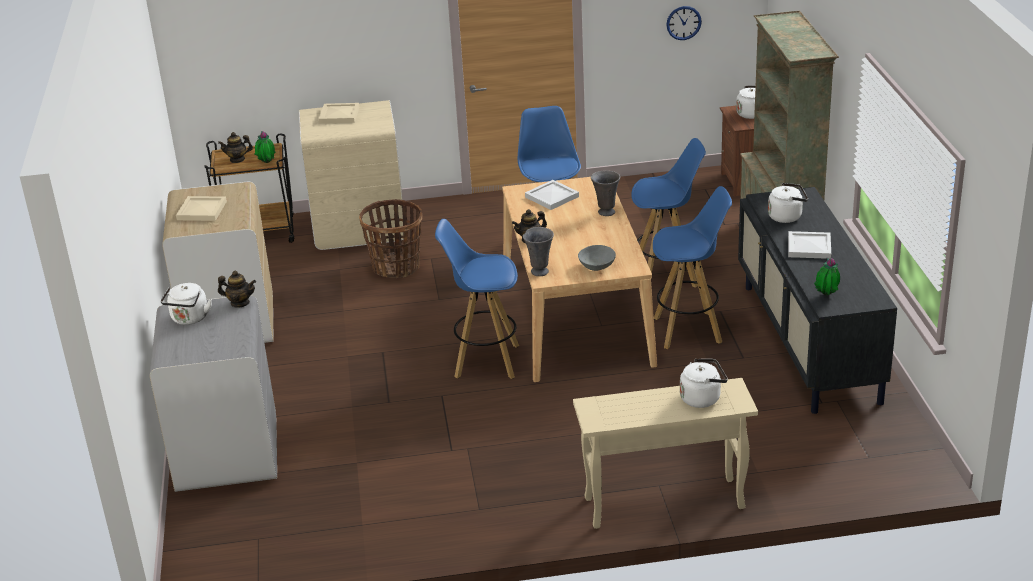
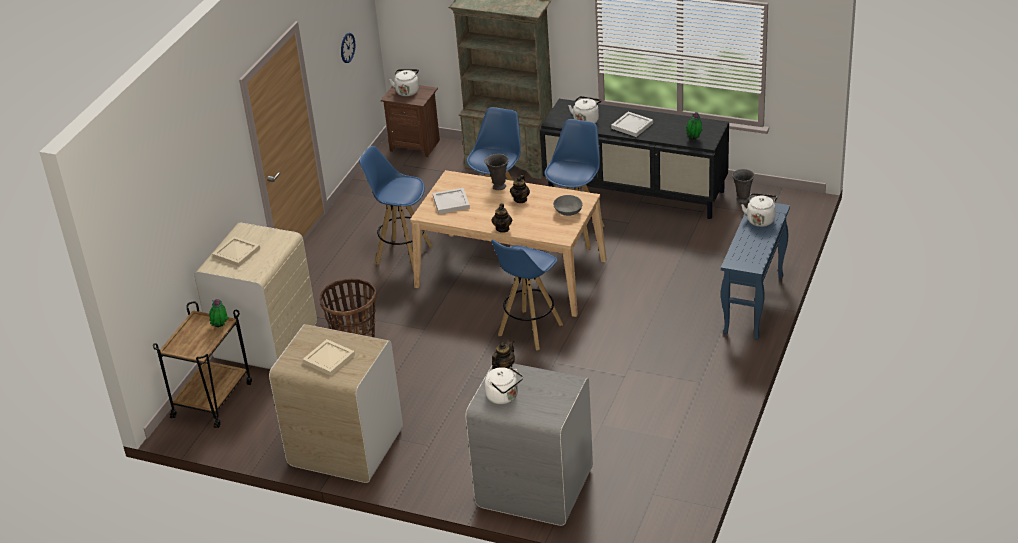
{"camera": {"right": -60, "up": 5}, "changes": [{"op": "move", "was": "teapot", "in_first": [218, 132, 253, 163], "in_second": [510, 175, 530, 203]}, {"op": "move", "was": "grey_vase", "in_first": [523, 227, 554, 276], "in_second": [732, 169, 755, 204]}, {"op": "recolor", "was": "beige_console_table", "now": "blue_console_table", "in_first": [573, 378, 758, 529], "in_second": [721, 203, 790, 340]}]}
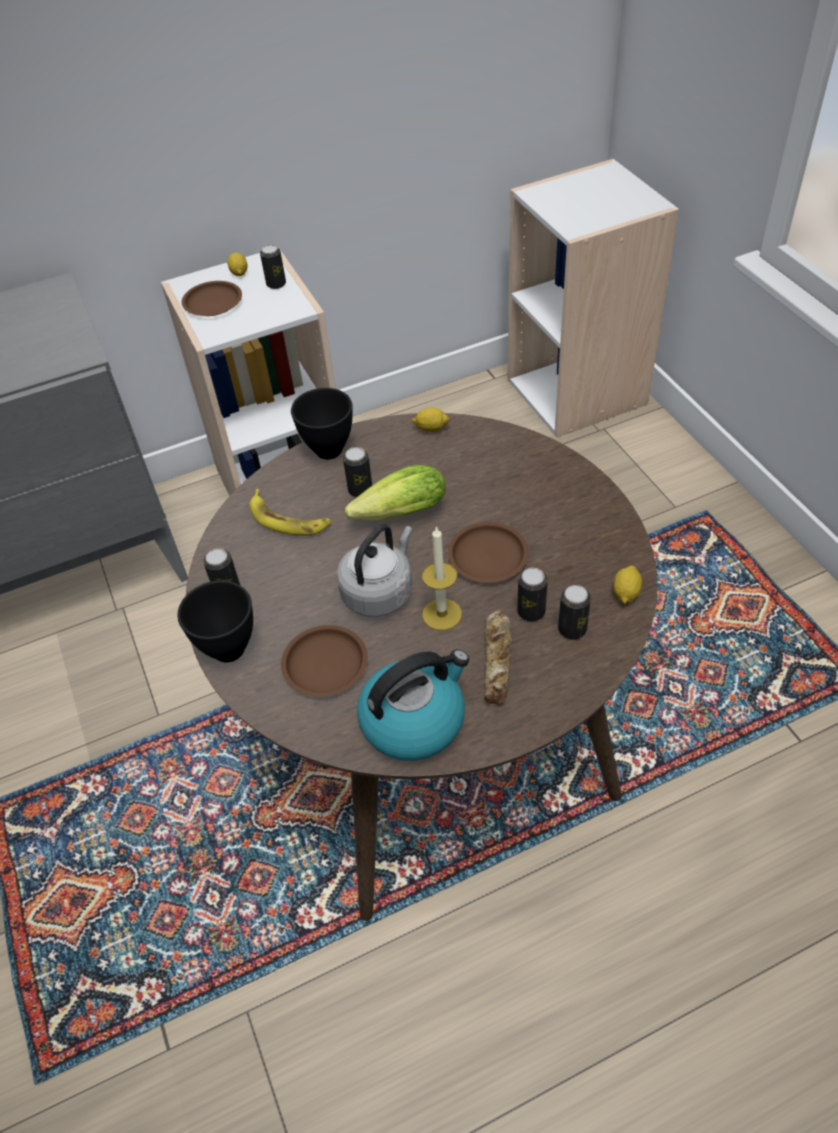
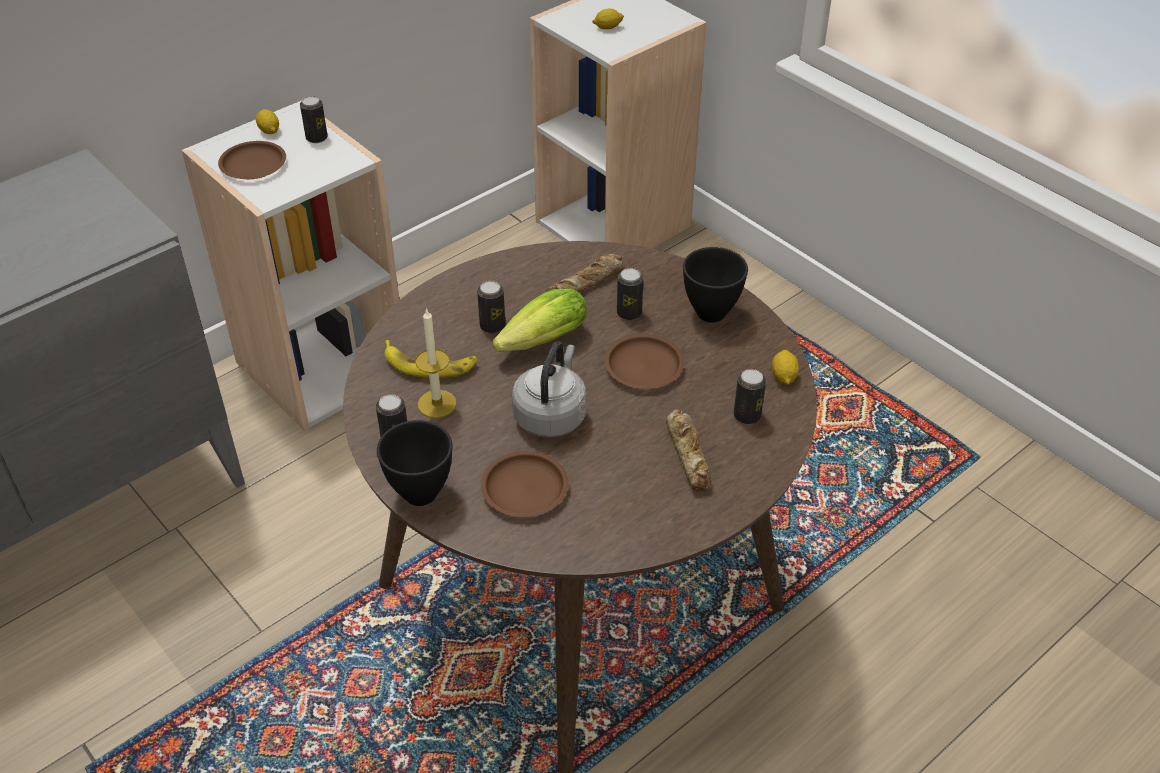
{"camera": {"right": -20, "up": -5}, "changes": [{"op": "delete", "was": "kettle", "in_first": [357, 650, 469, 761]}, {"op": "insert", "now": "bread", "in_second": [546, 254, 622, 292]}, {"op": "move", "was": "black_bowl", "in_first": [291, 388, 353, 460], "in_second": [683, 247, 748, 323]}, {"op": "move", "was": "lemon", "in_first": [411, 408, 450, 432], "in_second": [592, 9, 624, 29]}, {"op": "move", "was": "candle", "in_first": [422, 526, 462, 630], "in_second": [415, 308, 457, 418]}, {"op": "move", "was": "can", "in_first": [517, 568, 548, 622], "in_second": [617, 268, 644, 320]}]}
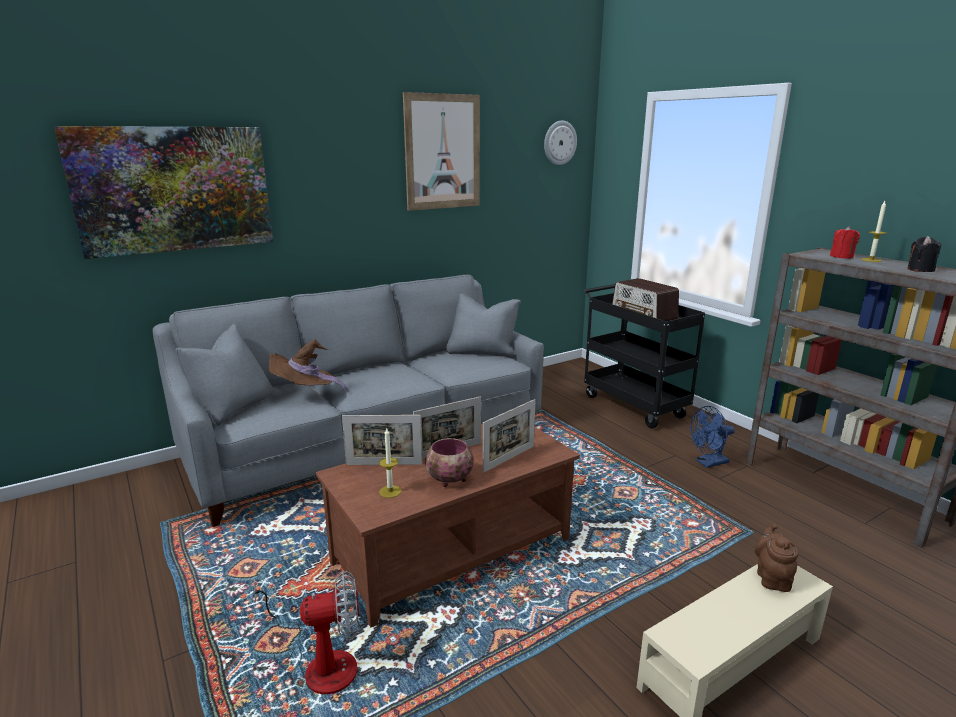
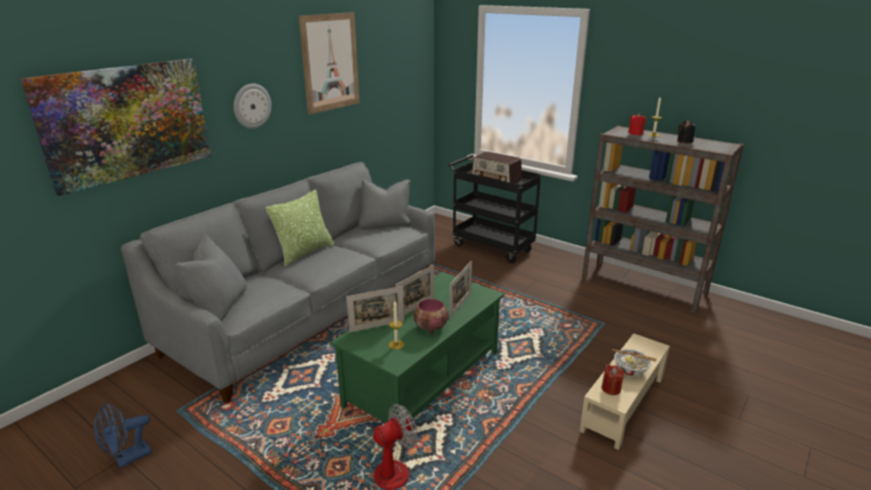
{"camera": {"right": -20, "up": 5}, "changes": [{"op": "delete", "was": "brown_hat", "in_first": [269, 339, 349, 392]}, {"op": "delete", "was": "brown_teapot", "in_first": [755, 524, 798, 592]}, {"op": "insert", "now": "pillow", "in_second": [265, 190, 334, 266]}, {"op": "insert", "now": "red_candle", "in_second": [602, 364, 624, 395]}, {"op": "insert", "now": "bowl", "in_second": [612, 349, 657, 376]}, {"op": "move", "was": "wall_clock", "in_first": [544, 121, 577, 165], "in_second": [234, 84, 271, 129]}, {"op": "move", "was": "blue_fan", "in_first": [690, 406, 735, 468], "in_second": [94, 403, 152, 468]}, {"op": "recolor", "was": "brown_coffee_table", "now": "green_coffee_table", "in_first": [316, 424, 580, 627], "in_second": [330, 272, 504, 440]}]}
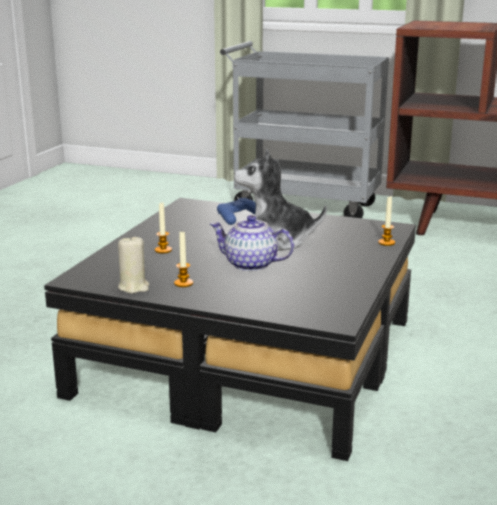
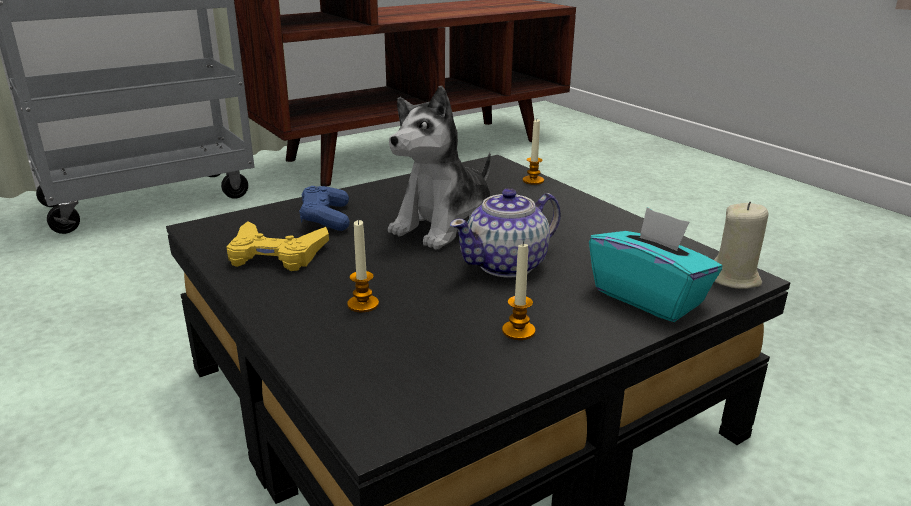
{"camera": {"right": -55, "up": 5}, "changes": [{"op": "insert", "now": "yellow_game_controller", "in_second": [227, 221, 329, 271]}, {"op": "insert", "now": "turquoise_tissue_box", "in_second": [589, 207, 722, 322]}, {"op": "move", "was": "beige_candle", "in_first": [118, 235, 149, 294], "in_second": [714, 202, 768, 289]}]}
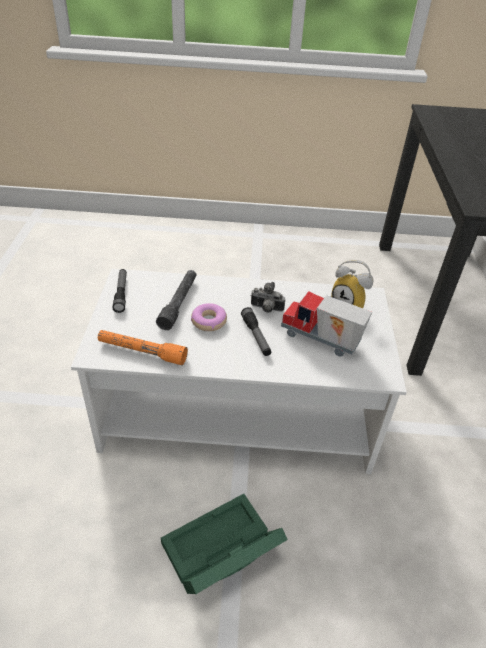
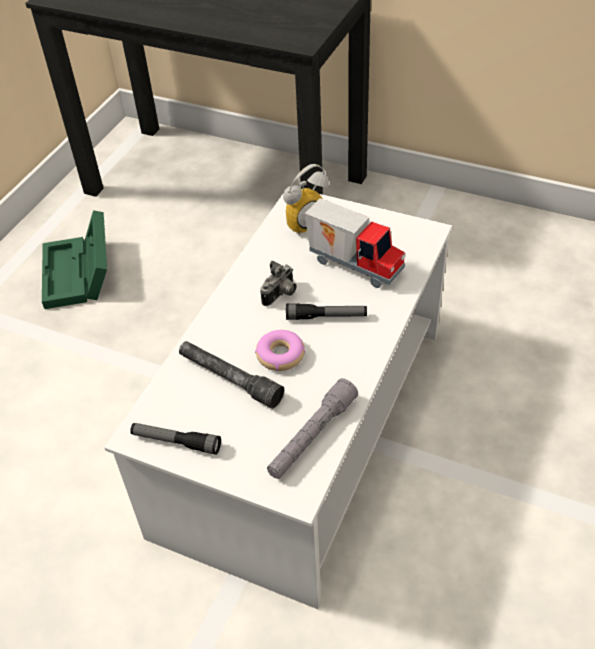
{"camera": {"right": -65, "up": 5}, "changes": [{"op": "move", "was": "green_storage_box", "in_first": [161, 494, 288, 594], "in_second": [42, 210, 107, 309]}, {"op": "recolor", "was": "orange_flashlight", "now": "grey_flashlight", "in_first": [98, 330, 188, 365], "in_second": [267, 378, 358, 479]}, {"op": "rotate", "was": "toy_truck", "in_first": [281, 291, 372, 357], "in_second": [304, 198, 405, 288], "clockwise": -105}]}
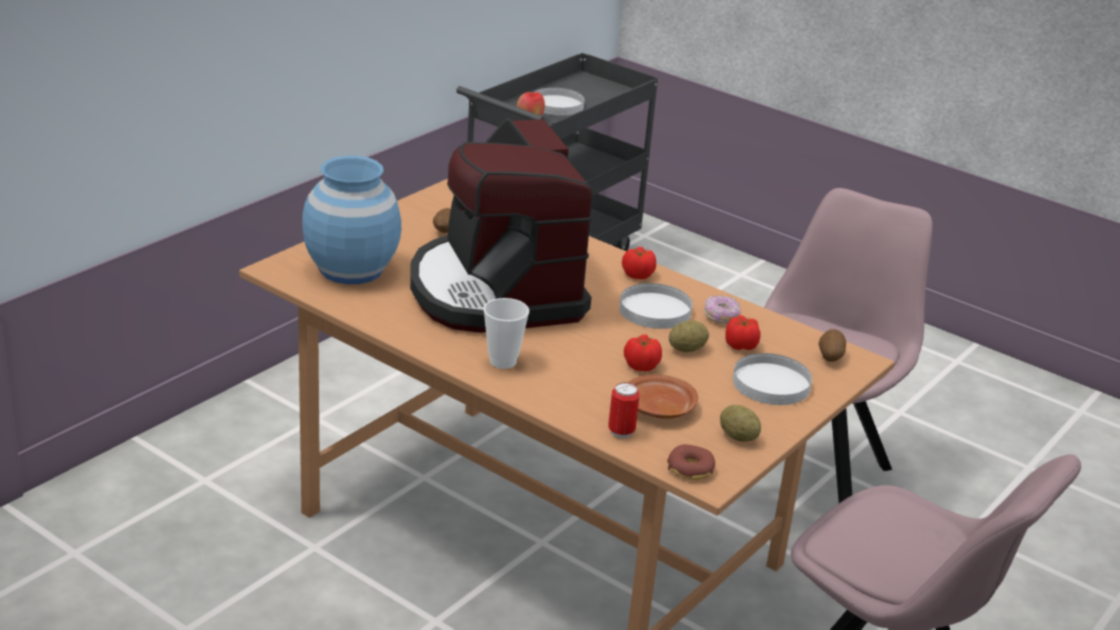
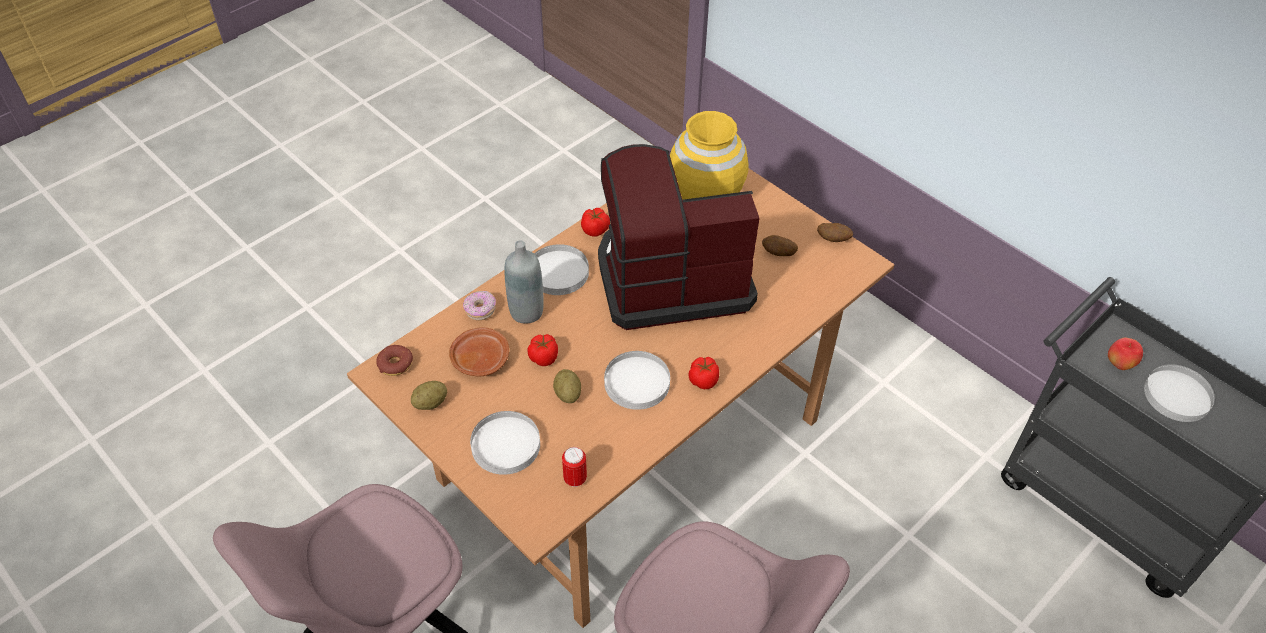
{"camera": {"right": 100, "up": 20}, "changes": [{"op": "insert", "now": "grey_bottle", "in_second": [504, 240, 544, 324]}, {"op": "move", "was": "can", "in_first": [608, 383, 640, 438], "in_second": [562, 447, 587, 487]}, {"op": "move", "was": "donut", "in_first": [704, 296, 741, 324], "in_second": [463, 291, 496, 321]}, {"op": "move", "was": "tomato", "in_first": [725, 315, 761, 350], "in_second": [581, 208, 610, 237]}, {"op": "move", "was": "potato", "in_first": [818, 329, 846, 362], "in_second": [817, 223, 853, 242]}, {"op": "replace", "was": "cup", "now": "white_plate", "in_first": [483, 298, 529, 369], "in_second": [534, 244, 589, 295]}, {"op": "recolor", "was": "blue_vase", "now": "yellow_vase", "in_first": [302, 155, 401, 284], "in_second": [670, 111, 749, 200]}]}
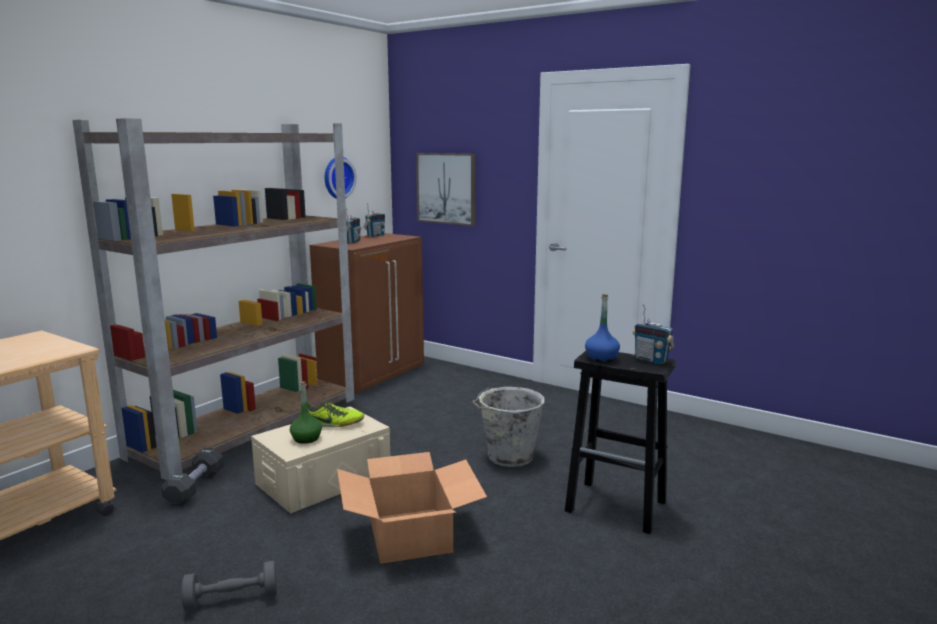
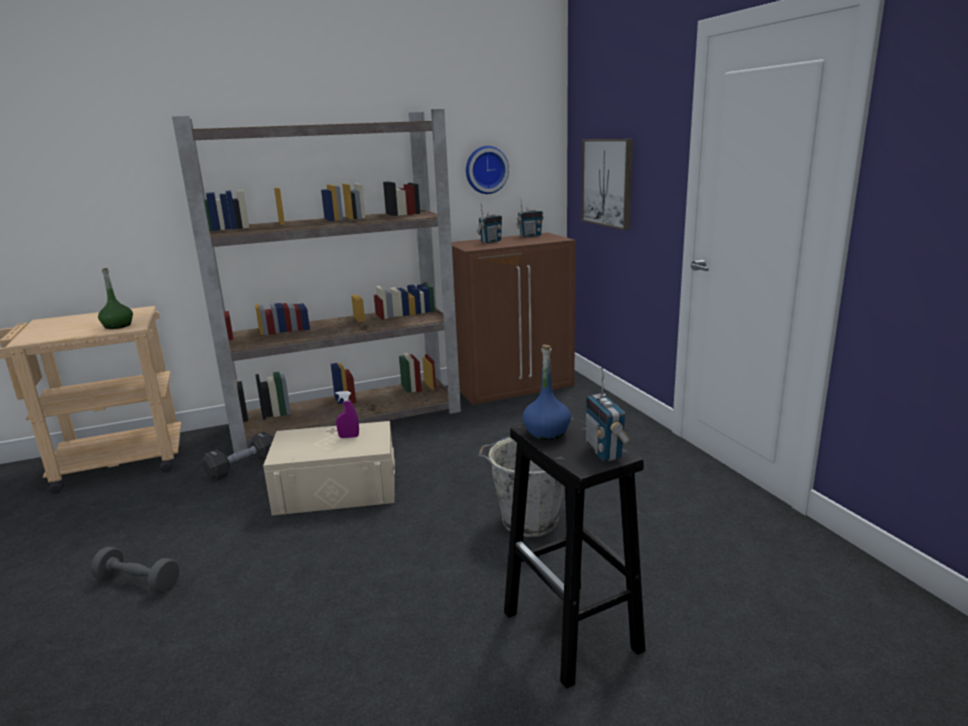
{"camera": {"right": 35, "up": 5}, "changes": [{"op": "delete", "was": "cardboard_box", "in_first": [337, 452, 487, 564]}, {"op": "move", "was": "green_bottle", "in_first": [290, 381, 322, 444], "in_second": [98, 268, 133, 329]}, {"op": "replace", "was": "shoe", "now": "purple_spray_bottle", "in_first": [307, 402, 364, 427], "in_second": [335, 391, 359, 438]}]}
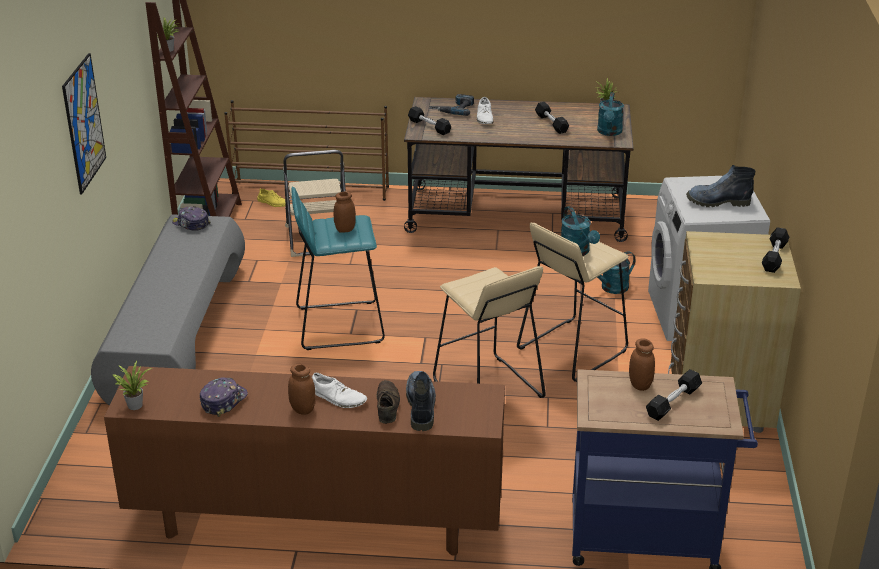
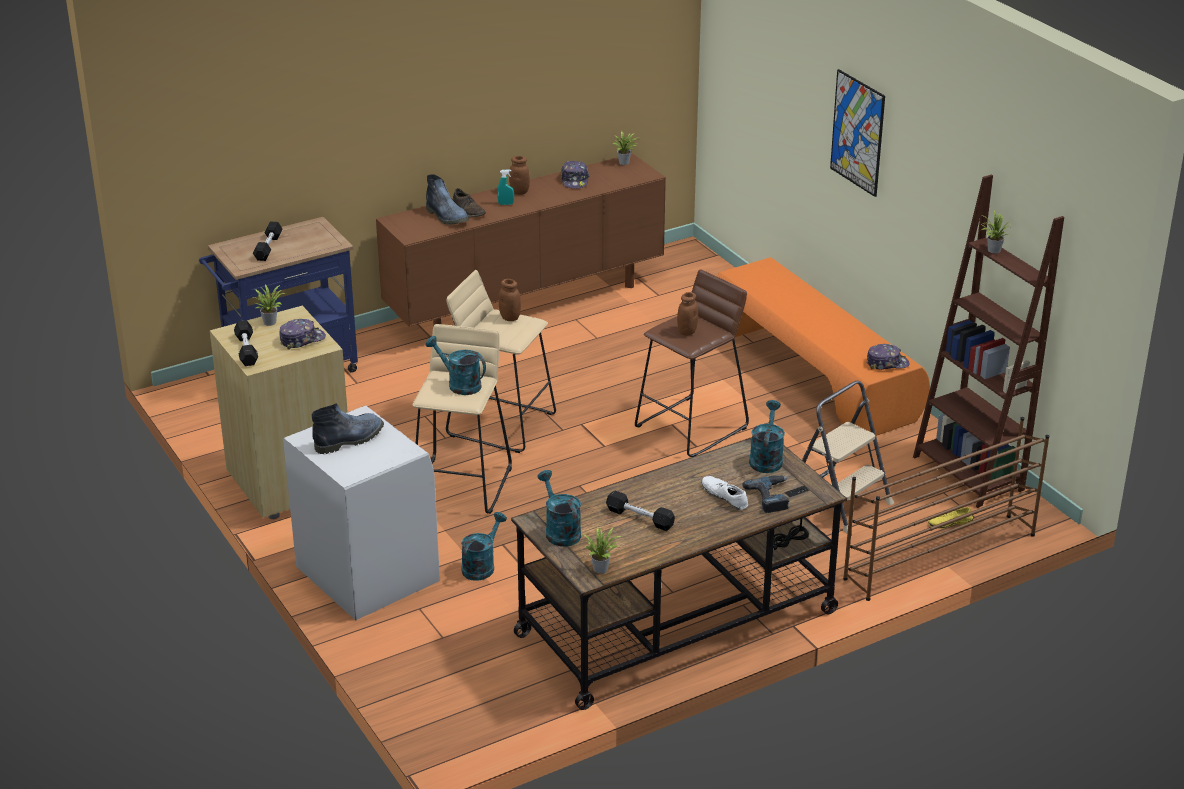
{"camera": {"right": 145, "up": 0}, "changes": [{"op": "insert", "now": "potted_plant", "in_second": [253, 284, 286, 326]}, {"op": "insert", "now": "cap", "in_second": [279, 319, 326, 350]}, {"op": "move", "was": "brown_jar", "in_first": [629, 338, 655, 391], "in_second": [499, 279, 521, 321]}, {"op": "replace", "was": "white_shoe", "now": "turquoise_spray_bottle", "in_first": [312, 373, 367, 408], "in_second": [497, 170, 514, 205]}, {"op": "replace", "was": "black_dumbbell", "now": "turquoise_watering_can", "in_first": [408, 106, 451, 135], "in_second": [749, 400, 785, 473]}, {"op": "recolor", "was": "grey_bench", "now": "orange_bench", "in_first": [91, 214, 245, 406], "in_second": [717, 257, 930, 436]}, {"op": "recolor", "was": "turquoise_stool", "now": "brown_stool", "in_first": [291, 186, 385, 350], "in_second": [635, 269, 749, 457]}]}
